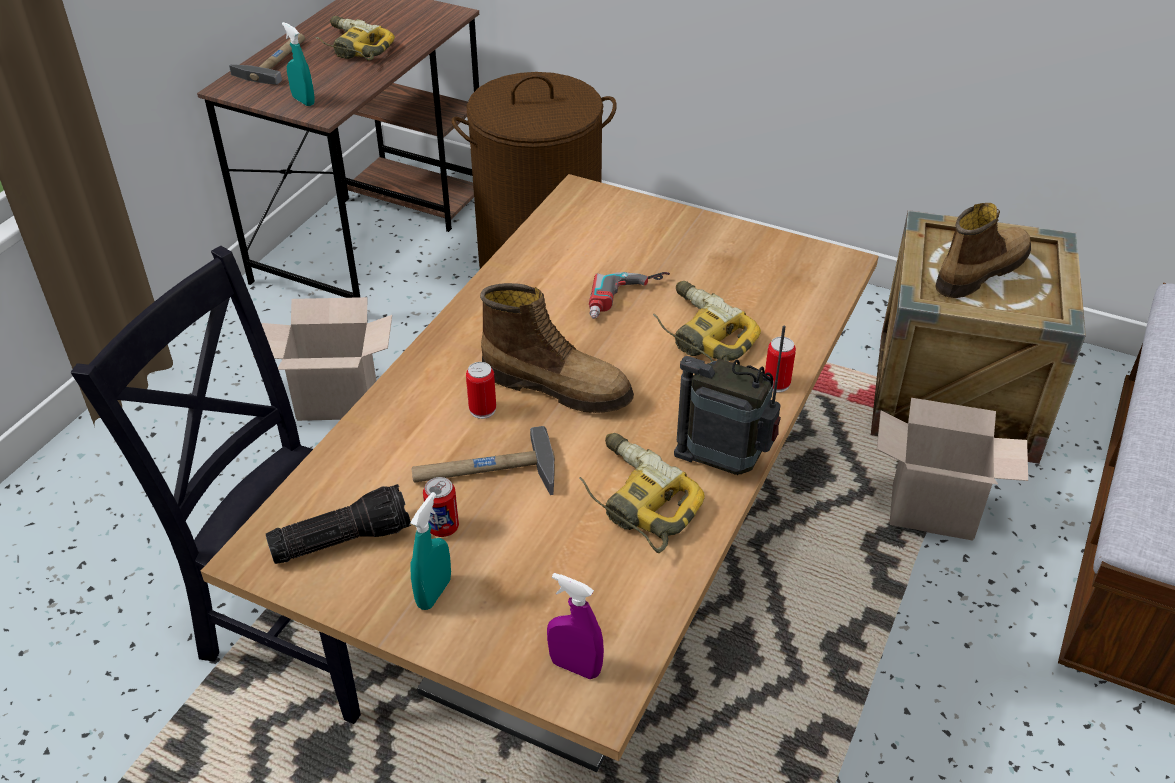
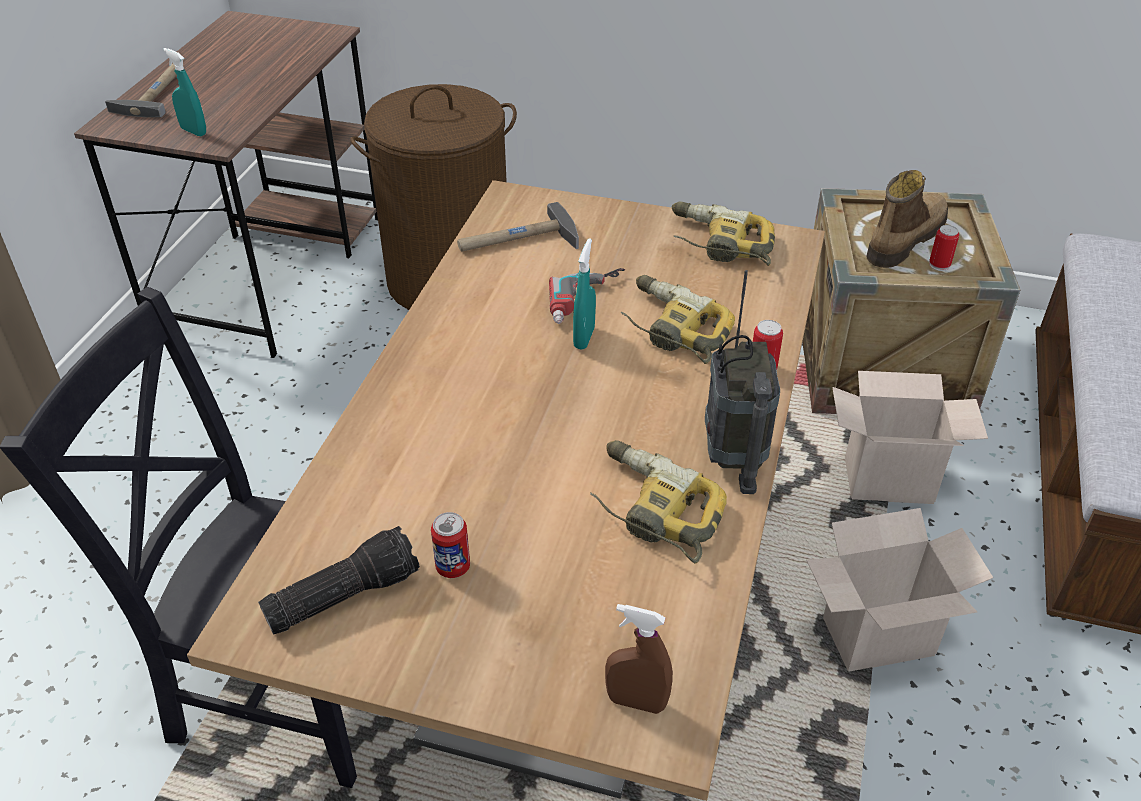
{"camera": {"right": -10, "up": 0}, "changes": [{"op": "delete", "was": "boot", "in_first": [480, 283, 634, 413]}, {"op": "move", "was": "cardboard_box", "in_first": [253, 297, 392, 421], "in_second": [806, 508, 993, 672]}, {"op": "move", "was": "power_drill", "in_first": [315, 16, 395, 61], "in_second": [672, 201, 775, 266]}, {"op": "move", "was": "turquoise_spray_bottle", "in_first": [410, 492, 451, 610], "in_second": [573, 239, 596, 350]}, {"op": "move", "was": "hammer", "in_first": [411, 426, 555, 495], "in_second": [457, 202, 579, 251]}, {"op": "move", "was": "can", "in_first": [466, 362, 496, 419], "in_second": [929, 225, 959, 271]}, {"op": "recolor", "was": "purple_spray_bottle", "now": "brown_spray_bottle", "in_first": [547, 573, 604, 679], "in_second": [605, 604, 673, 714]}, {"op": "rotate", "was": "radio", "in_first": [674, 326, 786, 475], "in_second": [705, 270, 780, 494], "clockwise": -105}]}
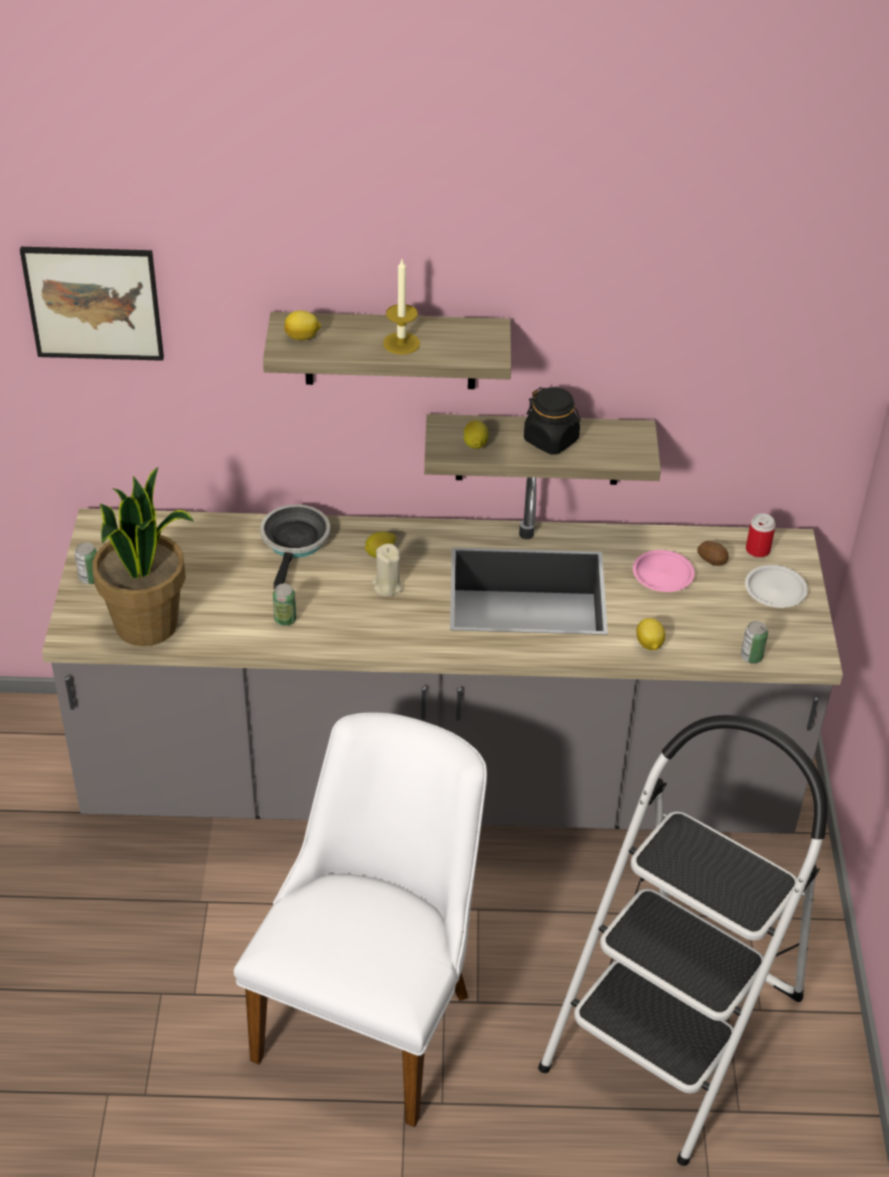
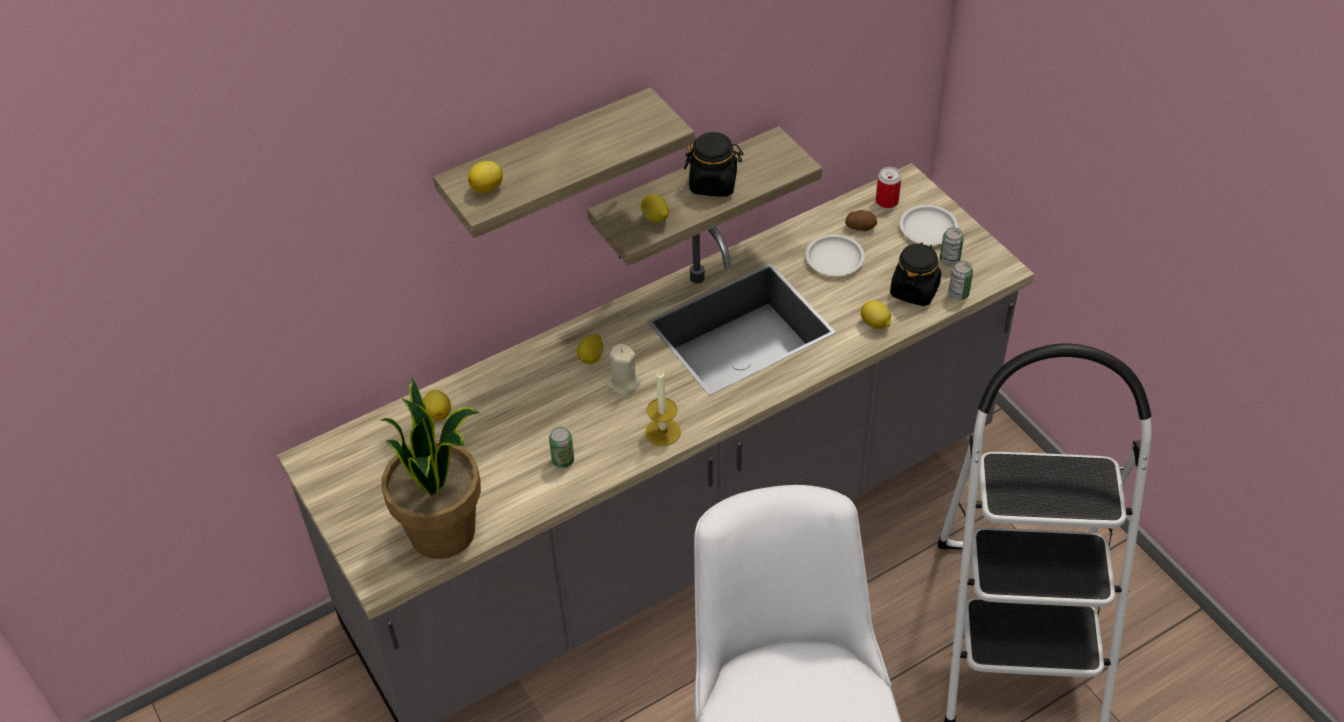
{"camera": {"right": -30, "up": 5}, "changes": [{"op": "delete", "was": "picture", "in_first": [20, 247, 164, 361]}, {"op": "delete", "was": "frying_pan", "in_first": [260, 504, 330, 590]}, {"op": "insert", "now": "lemon", "in_second": [423, 390, 451, 421]}, {"op": "insert", "now": "black_jar", "in_second": [890, 242, 941, 306]}, {"op": "move", "was": "can", "in_first": [75, 542, 97, 584], "in_second": [940, 227, 964, 267]}, {"op": "move", "was": "candle", "in_first": [383, 259, 420, 355], "in_second": [645, 370, 681, 446]}, {"op": "recolor", "was": "pink_plate", "now": "white_plate", "in_first": [633, 550, 695, 592], "in_second": [805, 234, 865, 276]}]}
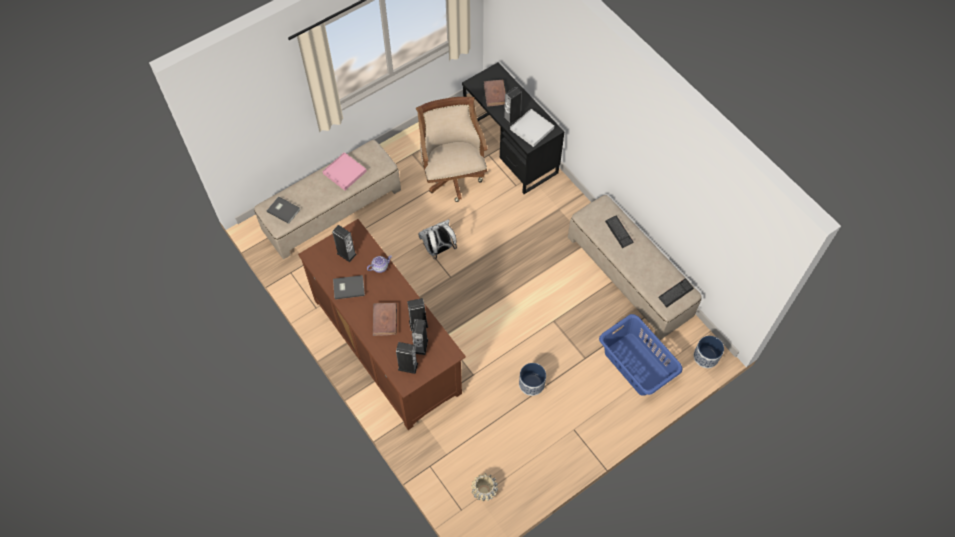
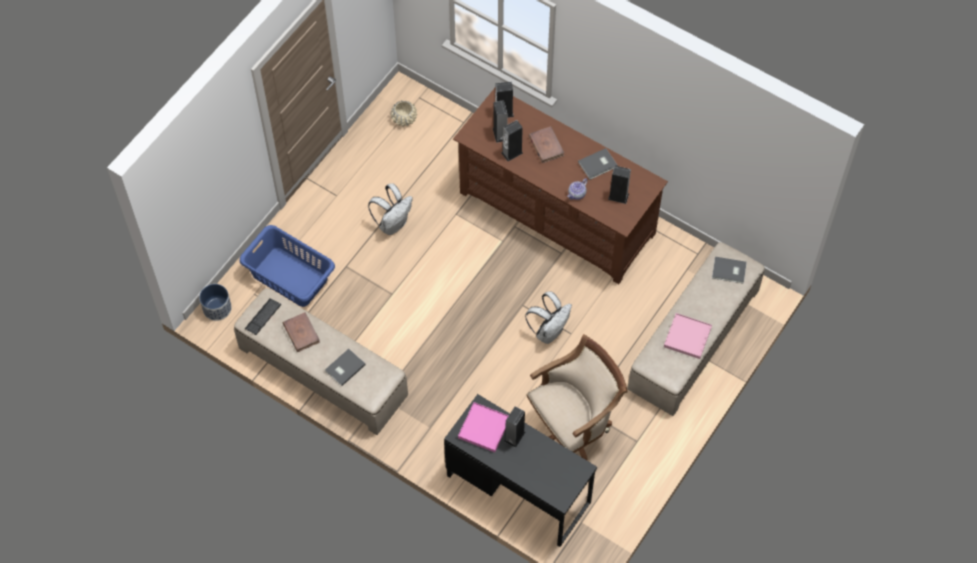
{"camera": {"right": 160, "up": 0}, "changes": [{"op": "move", "was": "brown_book", "in_first": [484, 80, 506, 107], "in_second": [283, 312, 320, 352]}, {"op": "replace", "was": "planter", "now": "white_backpack", "in_first": [519, 363, 546, 396], "in_second": [368, 183, 413, 235]}, {"op": "replace", "was": "keyboard", "now": "grey_book", "in_first": [605, 215, 633, 248], "in_second": [325, 349, 366, 386]}, {"op": "recolor", "was": "white_tray", "now": "pink_tray", "in_first": [510, 109, 554, 147], "in_second": [458, 402, 509, 452]}, {"op": "rotate", "was": "office_chair", "in_first": [416, 97, 487, 202], "in_second": [527, 334, 628, 460], "clockwise": -90}]}
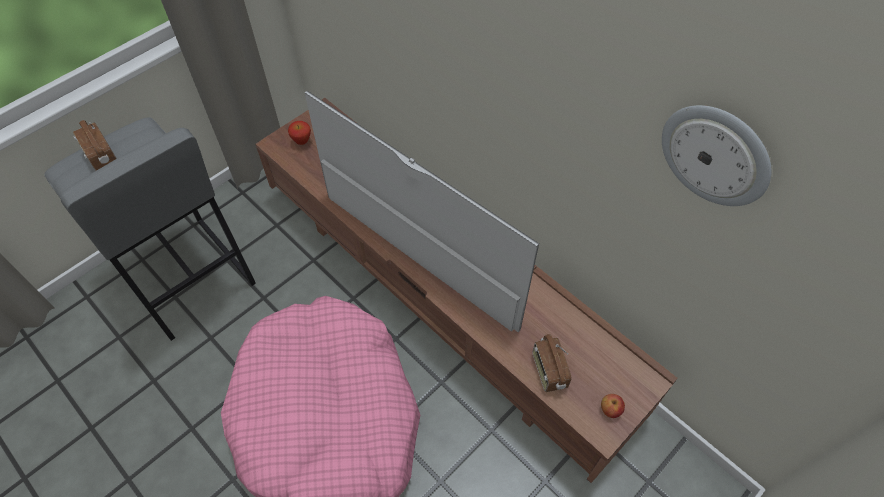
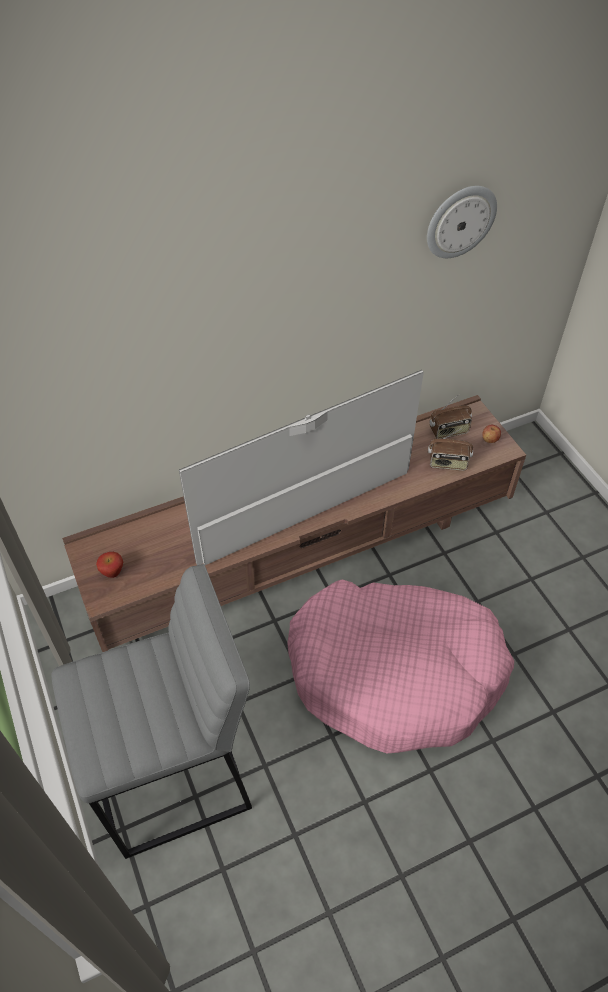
{"camera": {"right": -70, "up": -5}, "changes": [{"op": "move", "was": "radio", "in_first": [73, 120, 117, 171], "in_second": [430, 395, 472, 439]}]}
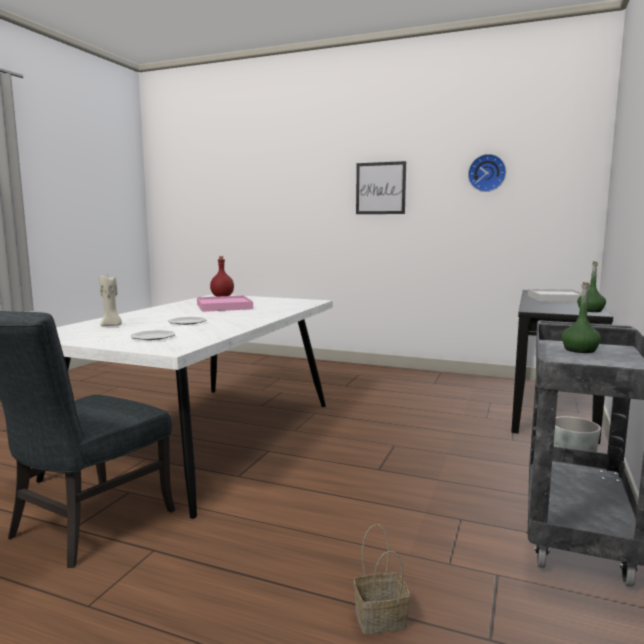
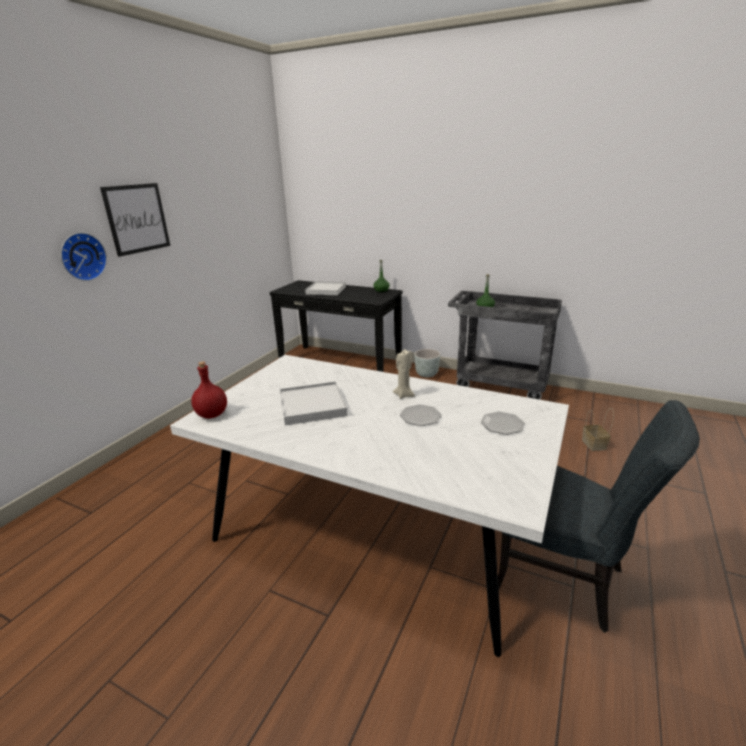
{"camera": {"right": -85, "up": 15}, "changes": [{"op": "move", "was": "beige_candle", "in_first": [99, 275, 122, 326], "in_second": [393, 349, 415, 399]}, {"op": "move", "was": "wall_clock", "in_first": [468, 154, 506, 192], "in_second": [61, 233, 107, 281]}, {"op": "recolor", "was": "pink_tray", "now": "white_tray", "in_first": [197, 295, 253, 312], "in_second": [280, 381, 348, 426]}]}
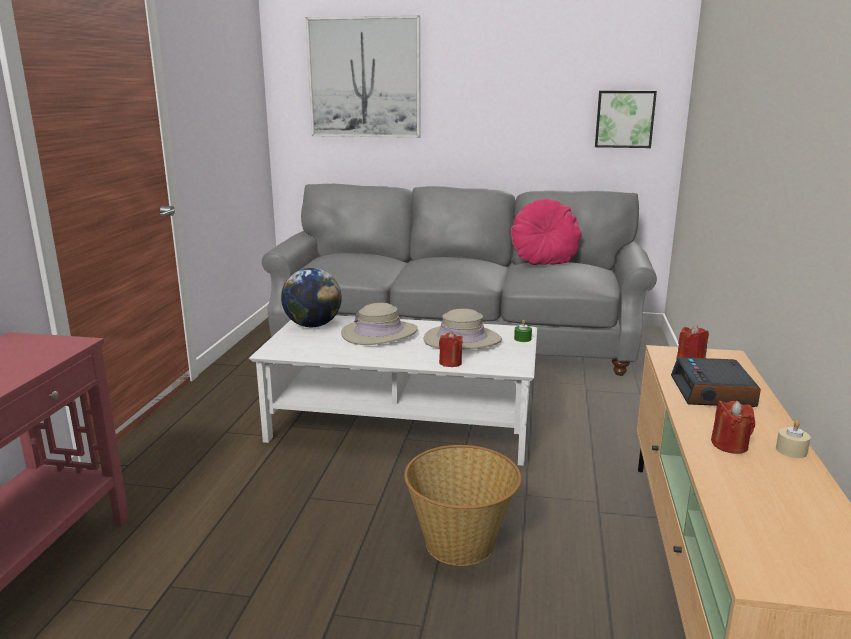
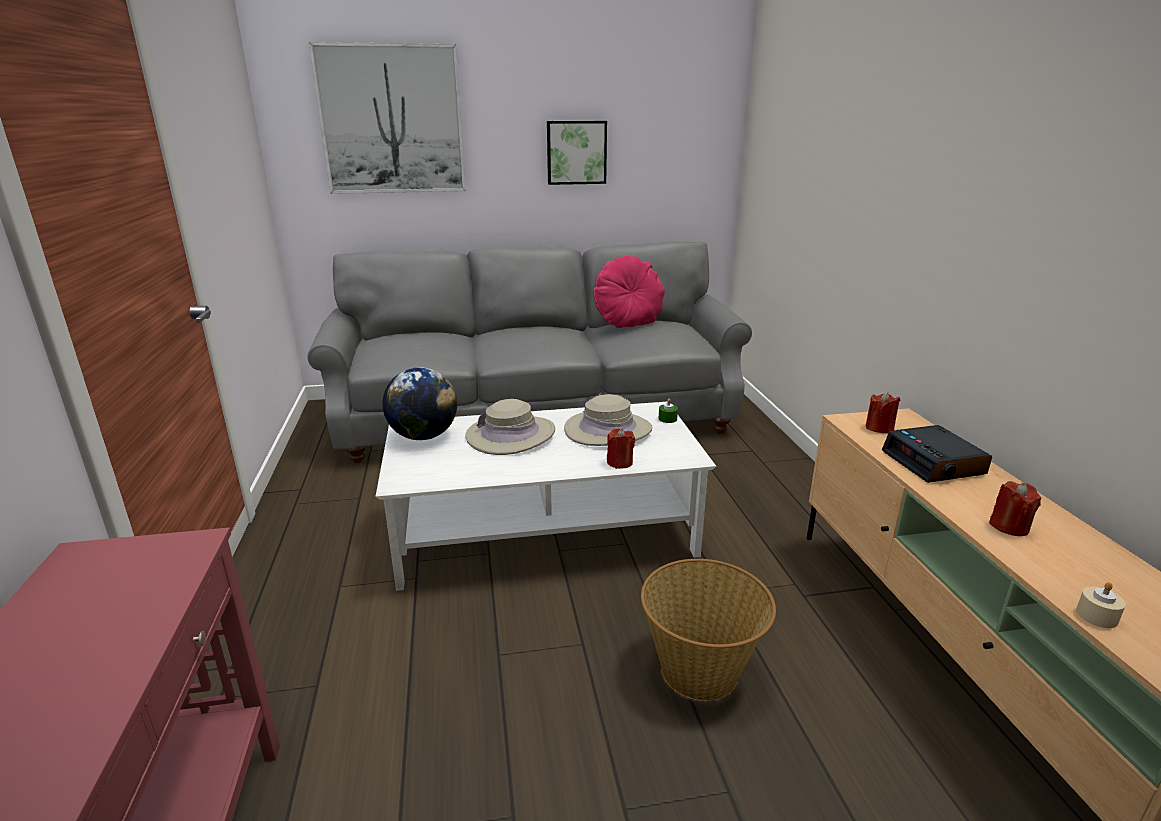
{"camera": {"right": -20, "up": 5}, "changes": [{"op": "move", "was": "picture", "in_first": [595, 91, 657, 148], "in_second": [547, 121, 607, 185]}, {"op": "move", "was": "beige_candle", "in_first": [776, 420, 810, 458], "in_second": [1076, 582, 1126, 628]}]}
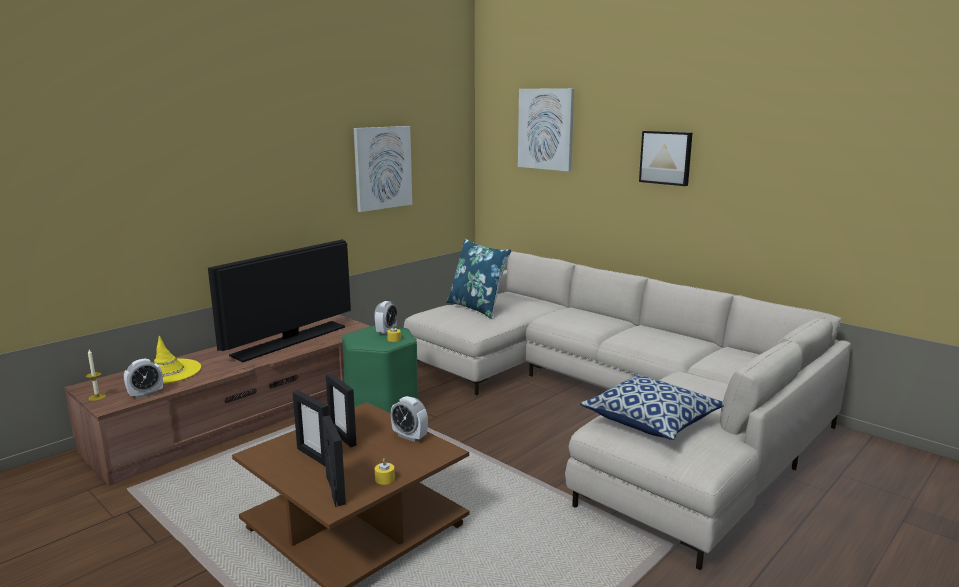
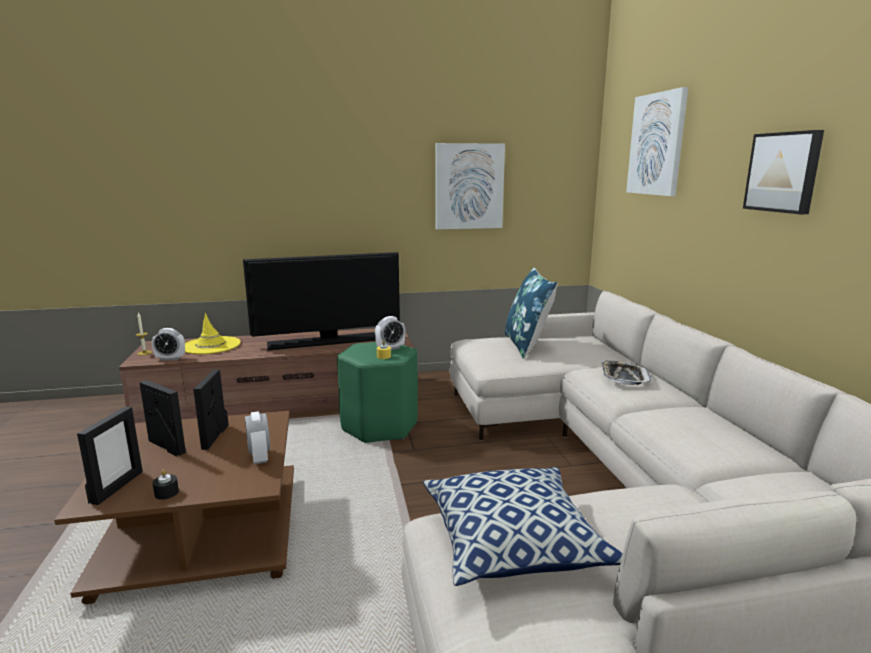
{"camera": {"right": 35, "up": 0}, "changes": [{"op": "insert", "now": "tray", "in_second": [601, 360, 652, 385]}, {"op": "recolor", "was": "yellow_candle", "now": "black_candle", "in_first": [375, 458, 395, 485], "in_second": [153, 469, 179, 500]}, {"op": "rotate", "was": "picture_frame", "in_first": [293, 390, 329, 467], "in_second": [139, 380, 186, 457], "clockwise": 135}]}
